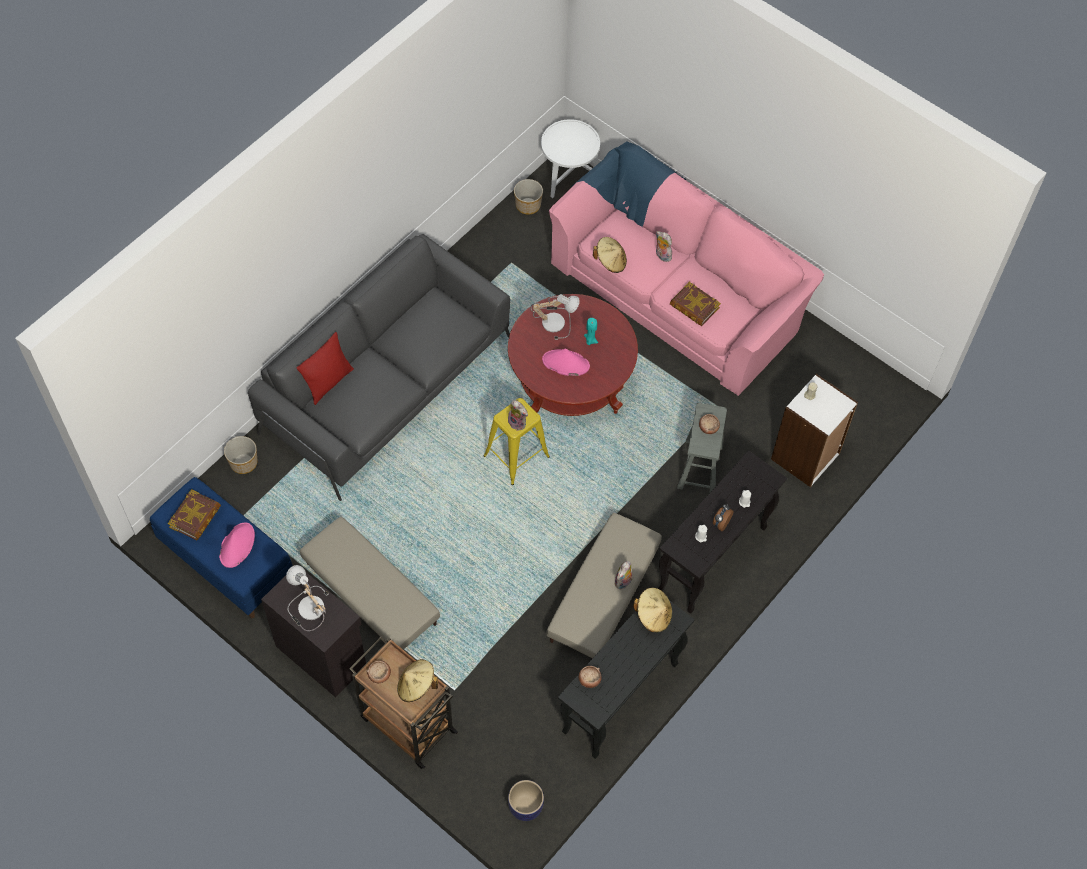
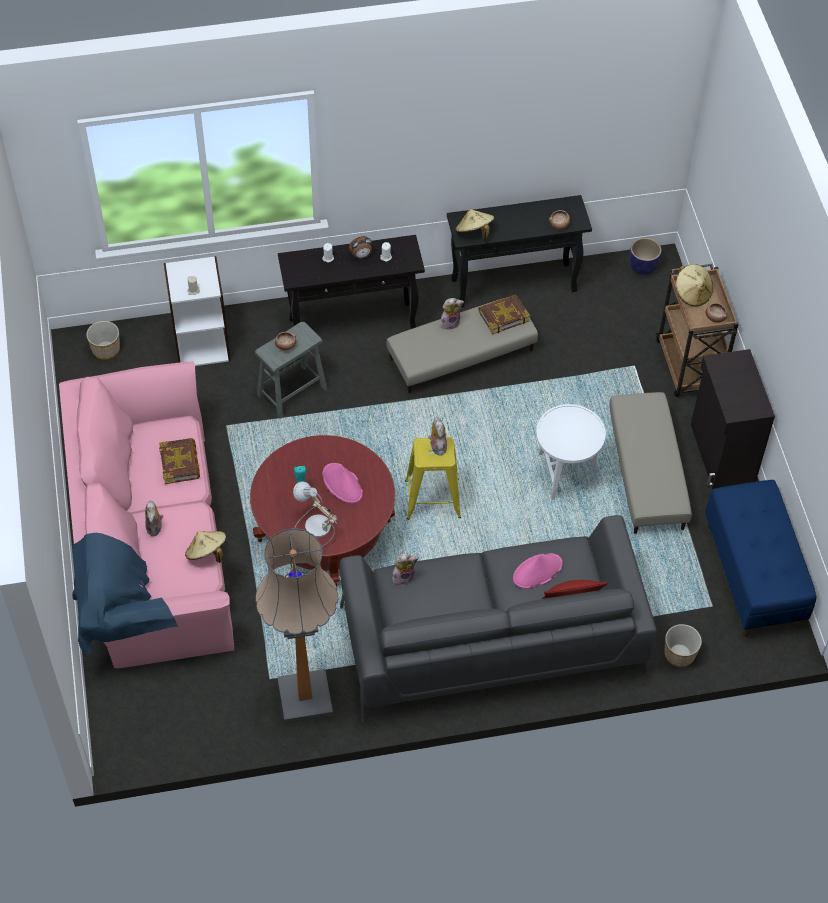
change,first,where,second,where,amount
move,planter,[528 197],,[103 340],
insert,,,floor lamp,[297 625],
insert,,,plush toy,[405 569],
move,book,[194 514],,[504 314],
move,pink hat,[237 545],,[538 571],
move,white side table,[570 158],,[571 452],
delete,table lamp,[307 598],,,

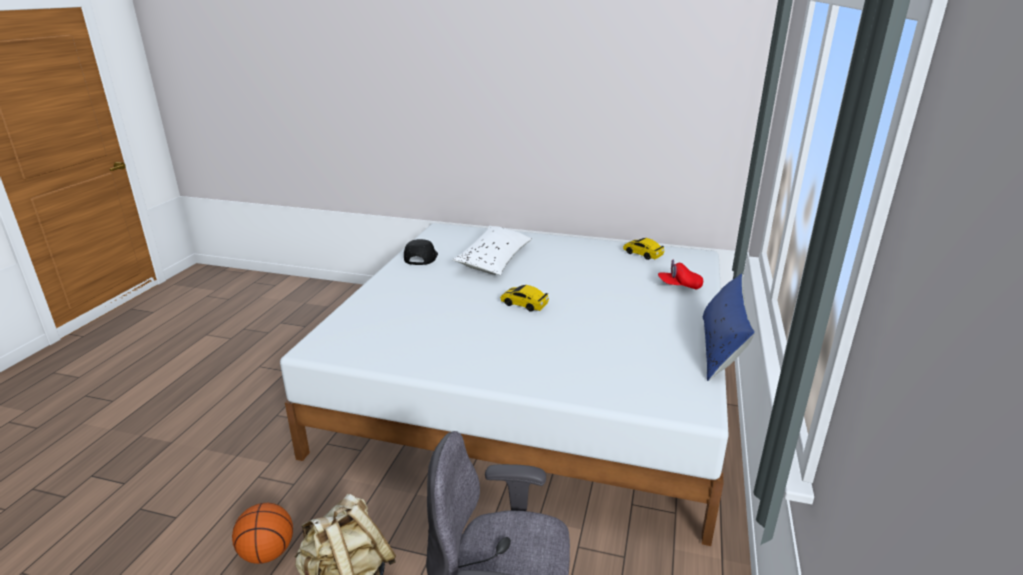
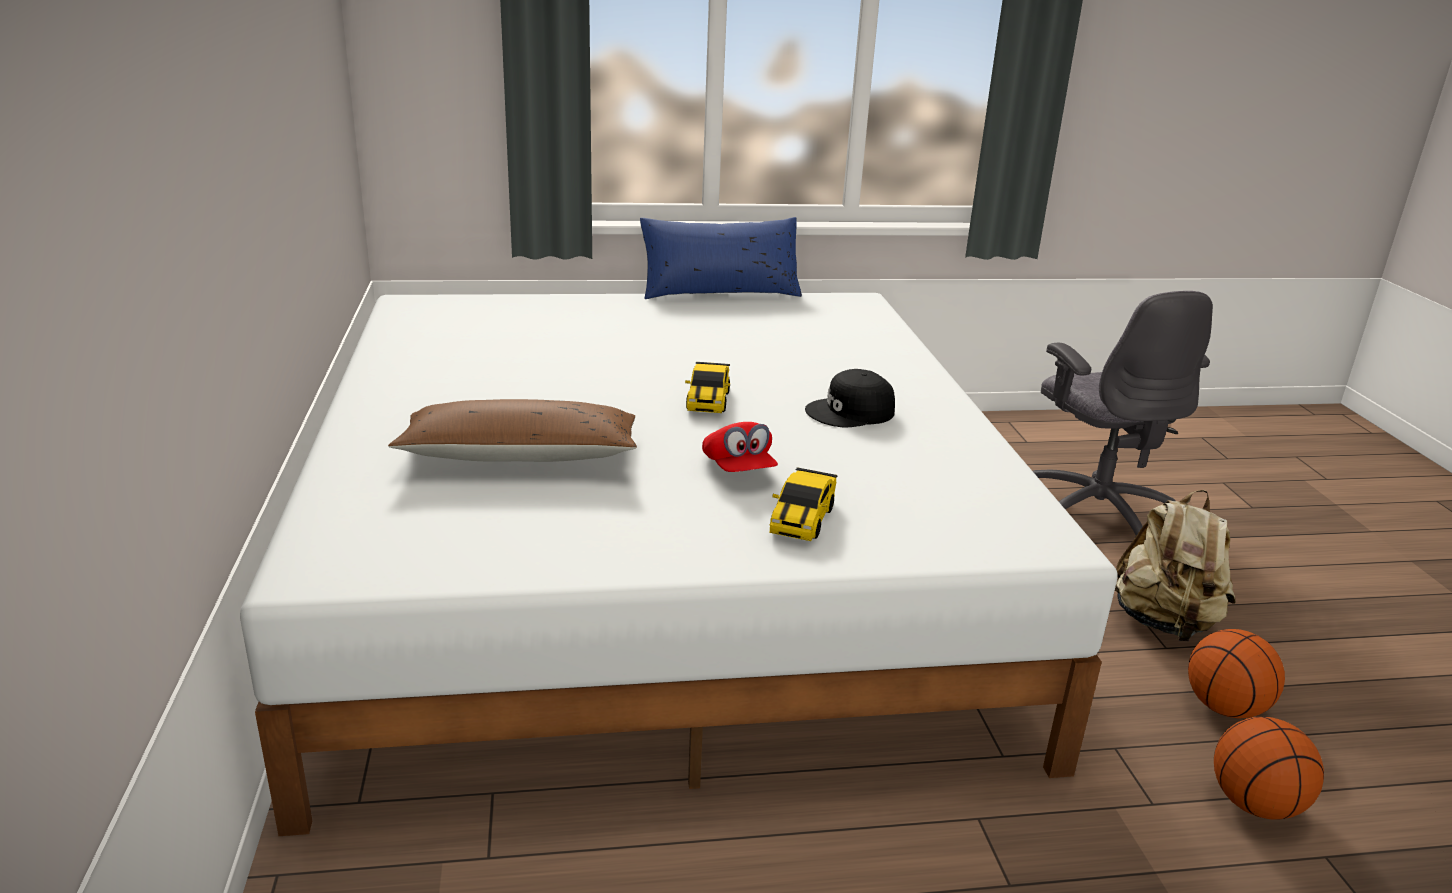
change,first,where,second,where,amount
recolor,white pillow,[492 250],brown pillow,[512 430],
move,red cap,[680 275],,[740 447],
move,toy car,[643 249],,[803 504],
move,black cap,[421 252],,[850 398],
insert,,,basketball,[1269 768],

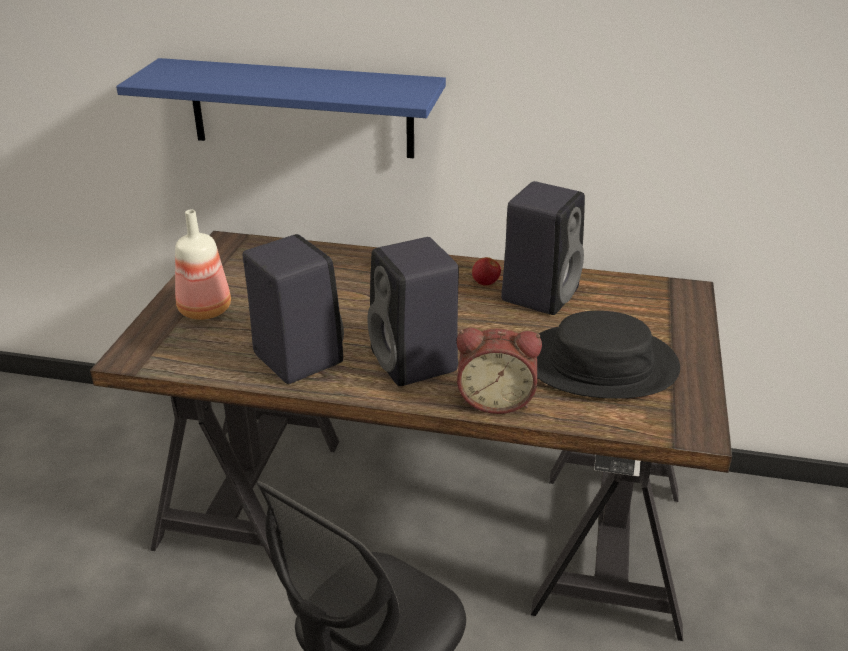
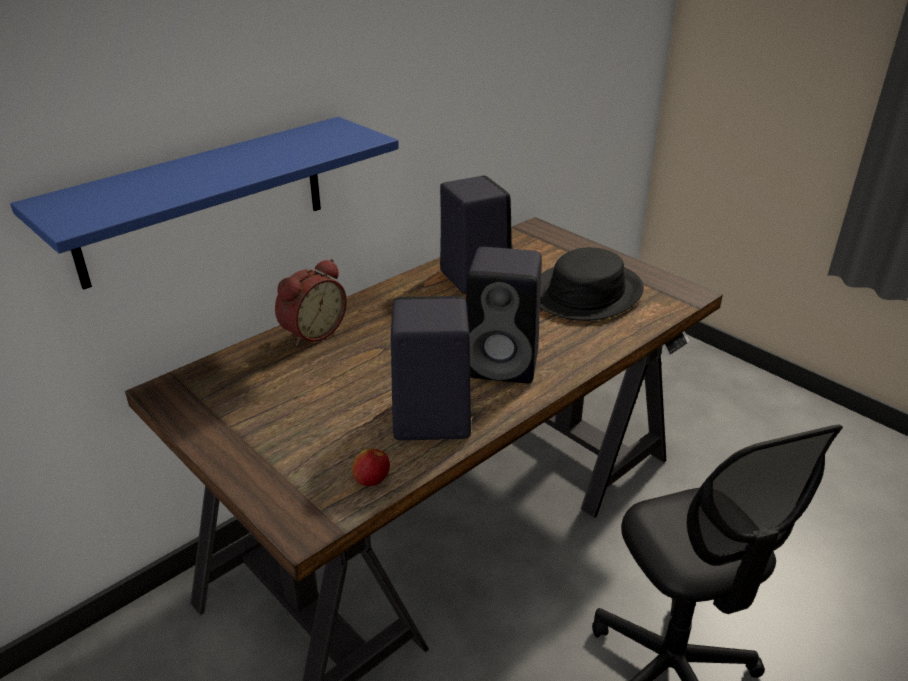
change,first,where,second,where,amount
move,alarm clock,[499 371],,[311 302],
move,apple,[486 271],,[371 467],
delete,bottle,[203 265],,,

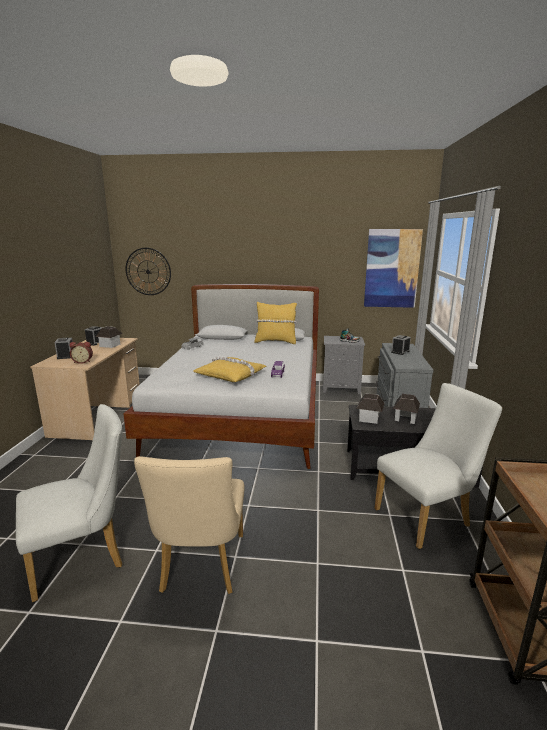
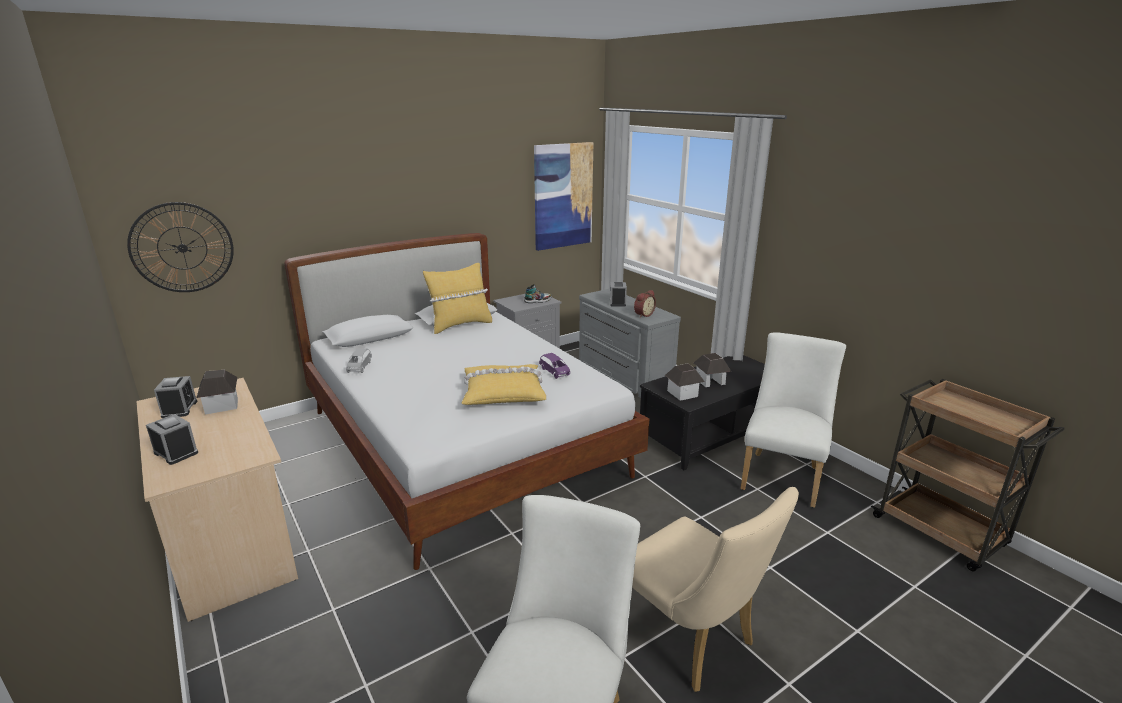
change,first,where,second,where,amount
move,alarm clock,[81 353],,[645 304],

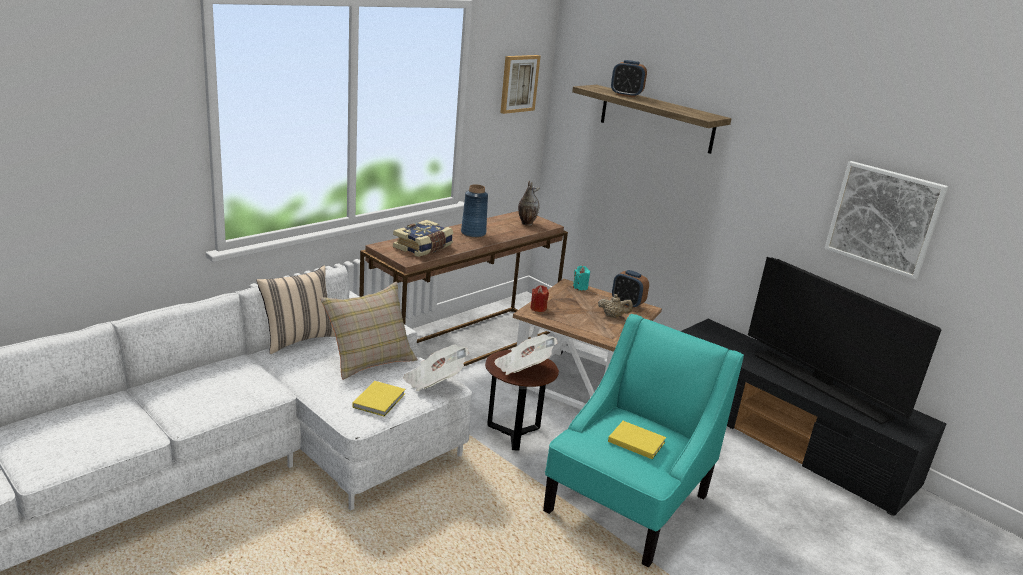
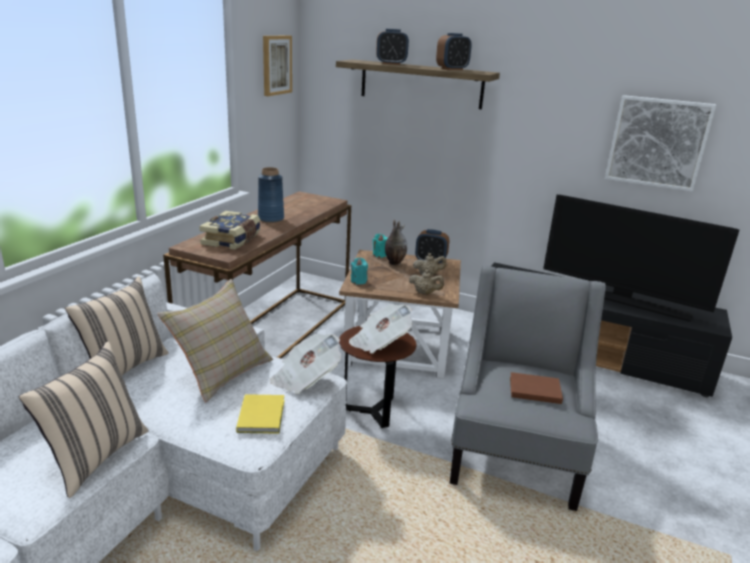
change,first,where,second,where,amount
insert,,,beige pillow,[84 420],
recolor,red candle,[539 298],turquoise candle,[359 271],
move,vase,[529 203],,[396 242],
insert,,,beige teapot,[426 282],
insert,,,alarm clock,[454 51],
recolor,turquoise armchair,[643 440],grey armchair,[528 388],
recolor,yellow book,[637 440],brown book,[536 388],

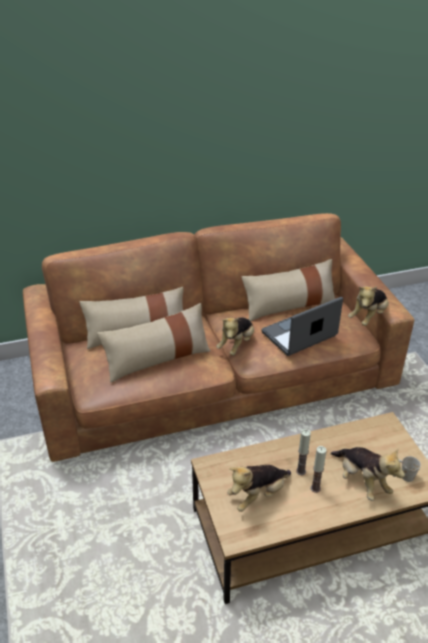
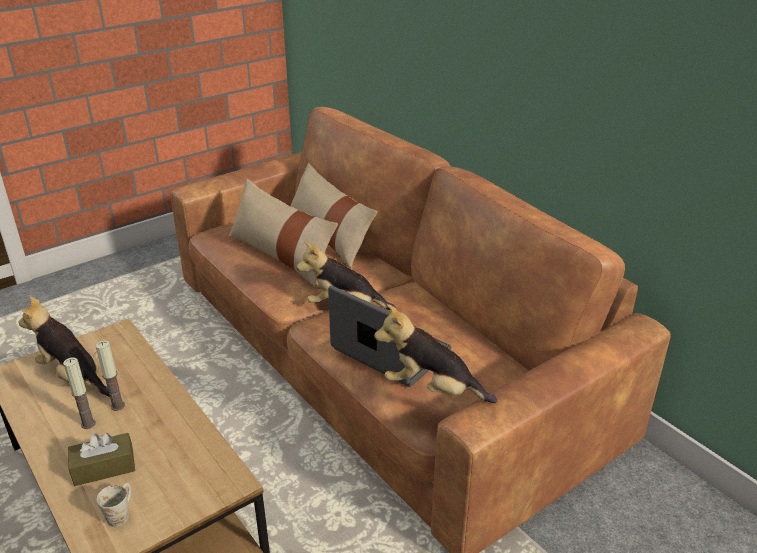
change,first,where,second,where,amount
replace,plush toy,[367 474],brown tissue box,[101 459],
delete,beige pillow,[288 290],,,

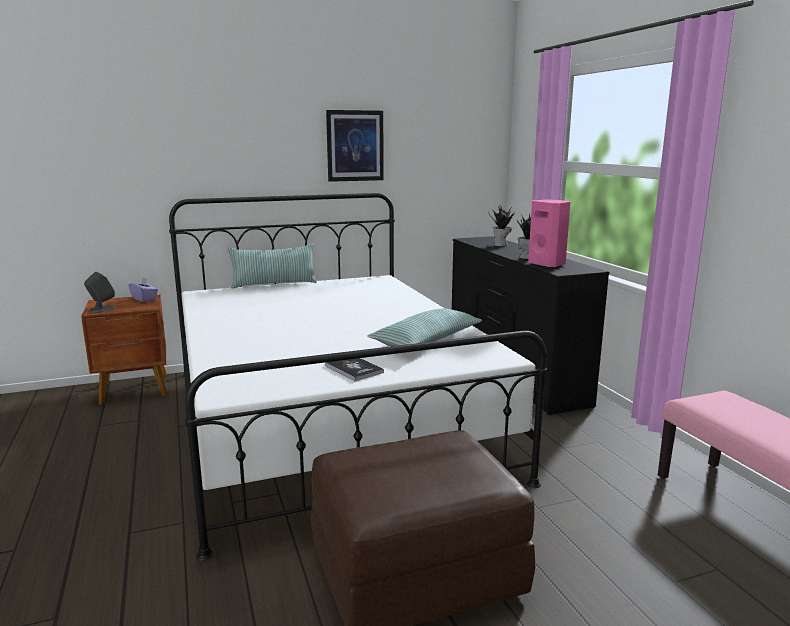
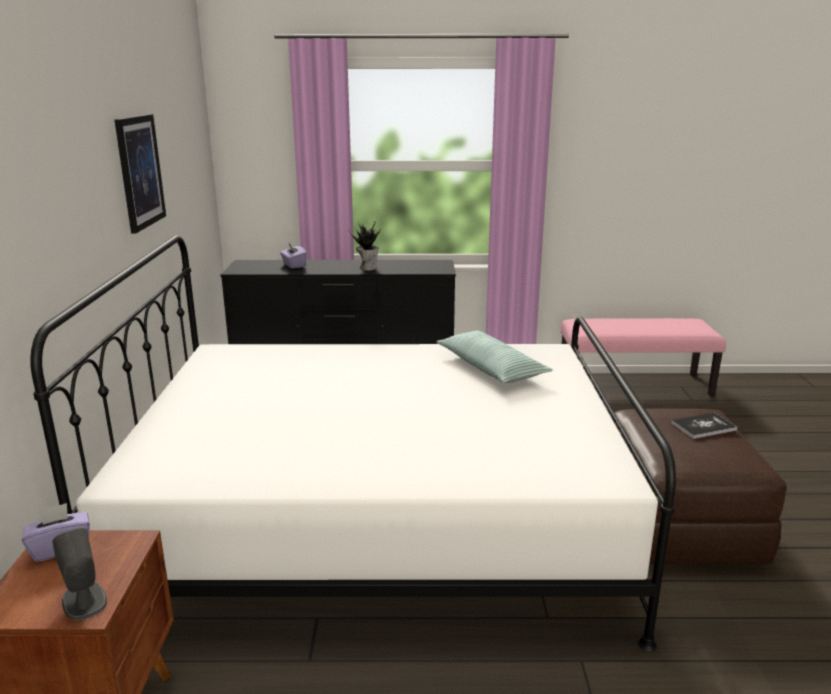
change,first,where,second,where,amount
replace,potted plant,[501 225],purple tissue box,[293 256],
move,book,[354 369],,[704 426],
delete,pillow,[272 266],,,
delete,pink speaker,[549 233],,,

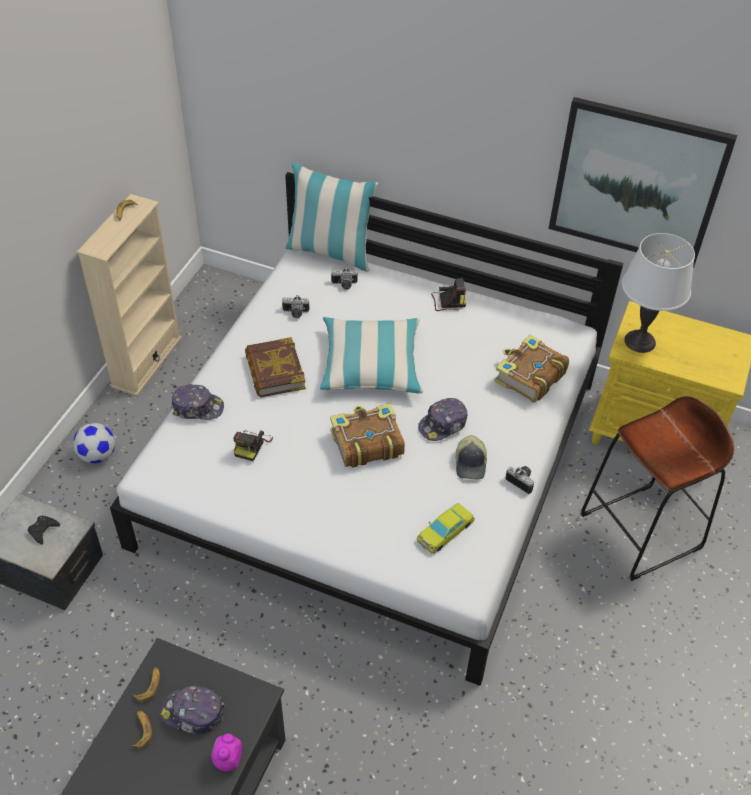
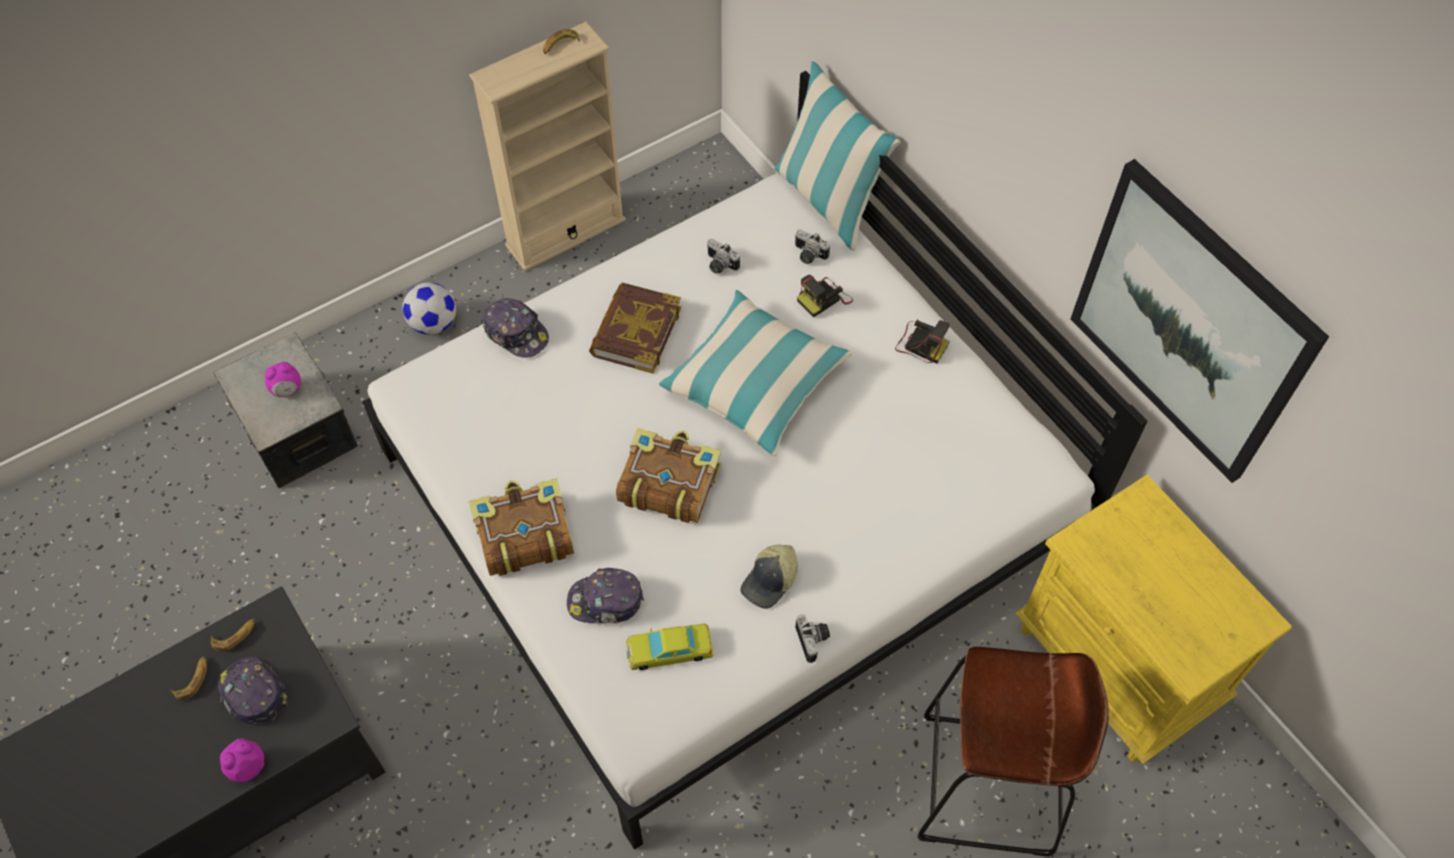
change,first,where,second,where,amount
replace,black game controller,[44 530],alarm clock,[283 379],
move,book,[531 368],,[521 527],
move,cap,[442 419],,[605 596],
move,photo camera,[253 445],,[825 296],
delete,white table lamp,[658 293],,,

